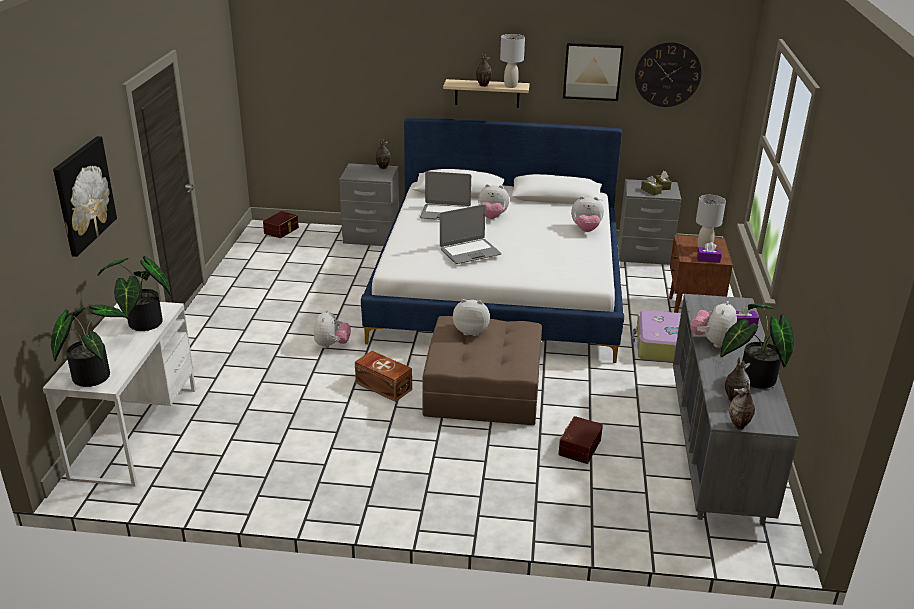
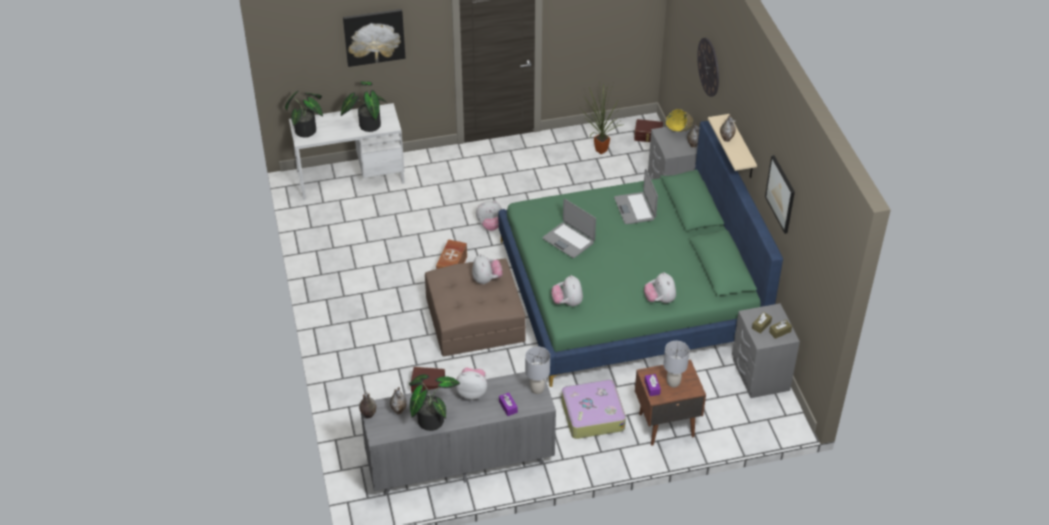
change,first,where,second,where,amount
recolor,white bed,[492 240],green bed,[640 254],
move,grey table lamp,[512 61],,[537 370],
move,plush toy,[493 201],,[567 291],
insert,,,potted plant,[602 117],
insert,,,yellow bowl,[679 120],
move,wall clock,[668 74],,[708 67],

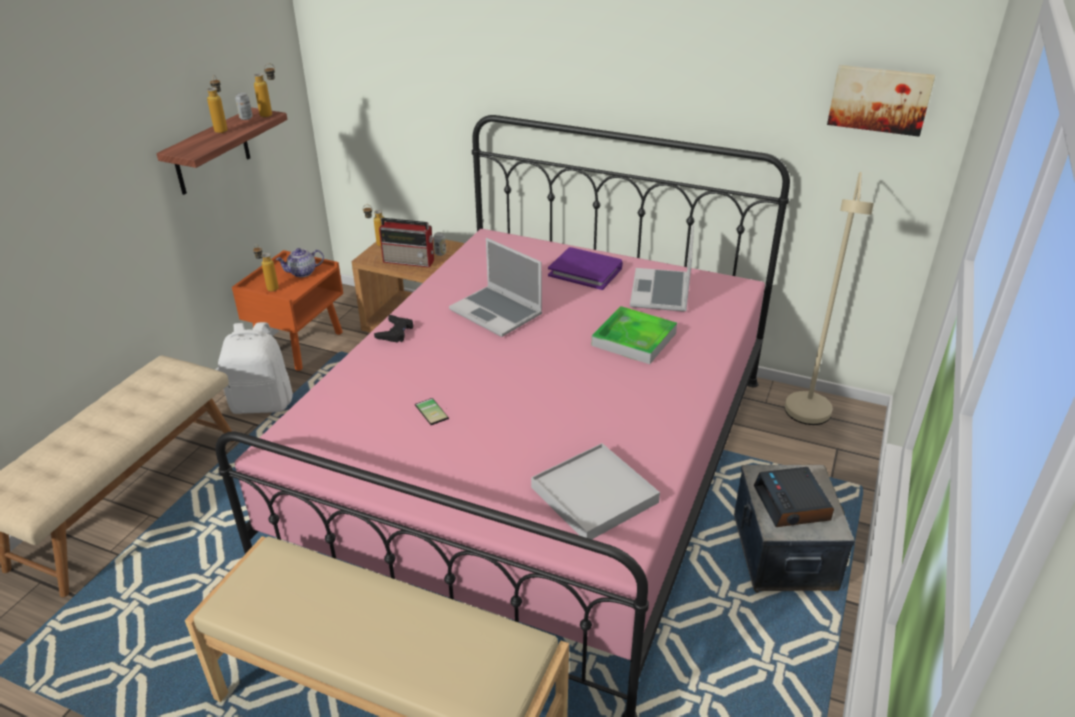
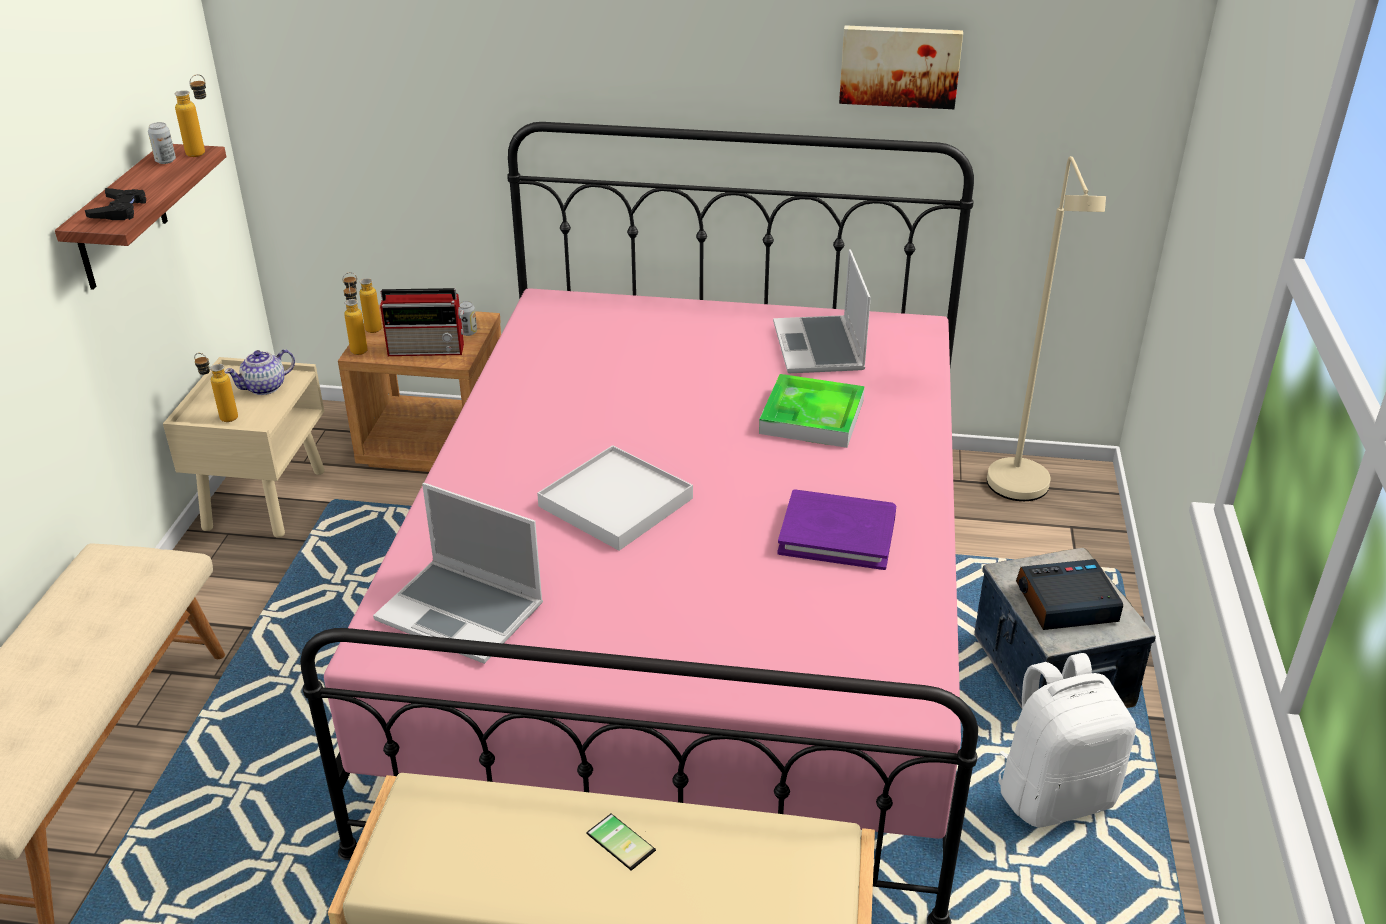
change,first,where,second,where,amount
move,black game controller,[393 329],,[115 204],
recolor,orange nightstand,[287 310],beige nightstand,[244 447],
move,bottle,[217 104],,[356 319],
move,laptop,[495 287],,[458 573],
move,white tray,[595 491],,[615 498],
move,phone,[432 411],,[621 842],
move,purple book,[585 268],,[836 529],
move,picture,[881 101],,[901 67],
move,white backpack,[255 368],,[1067 740],
rotate,alarm clock,[794 497],,[1069 594],105 degrees clockwise

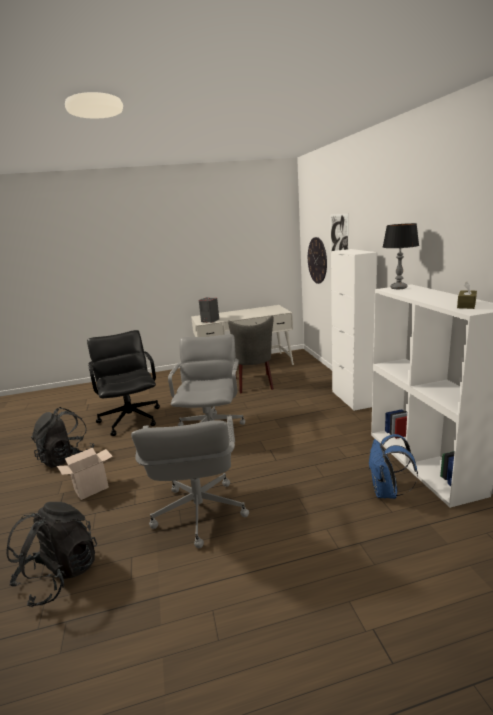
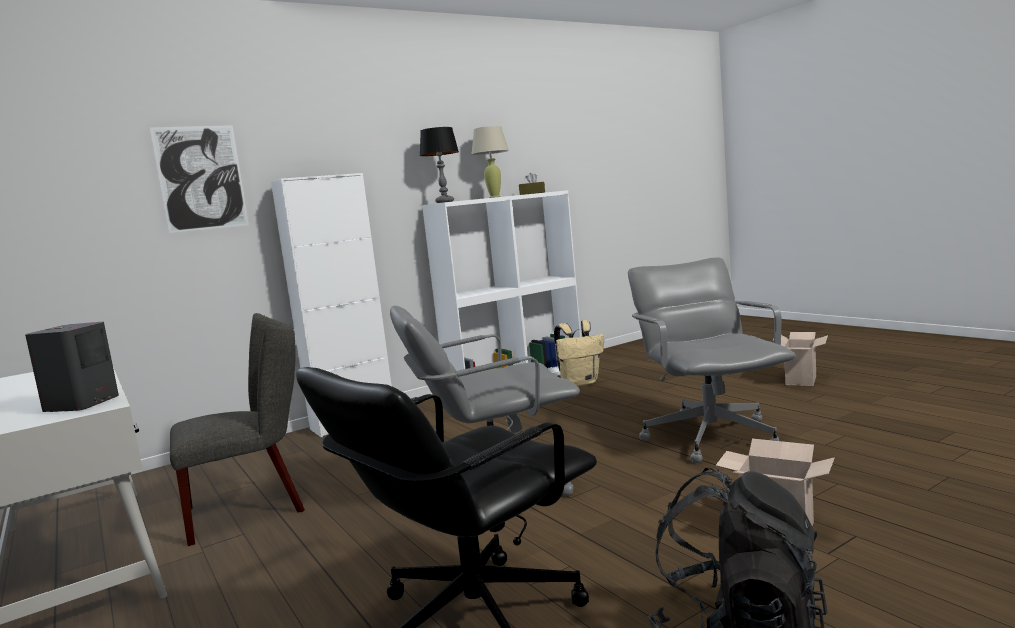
change,first,where,second,where,amount
insert,,,beige table lamp,[490 162],
recolor,blue backpack,[393 466],beige backpack,[579 353],
rotate,grey office chair,[190 482],,[712 360],75 degrees counterclockwise
insert,,,cardboard box,[800 359],
delete,black backpack,[51 554],,,
delete,wall clock,[317 260],,,

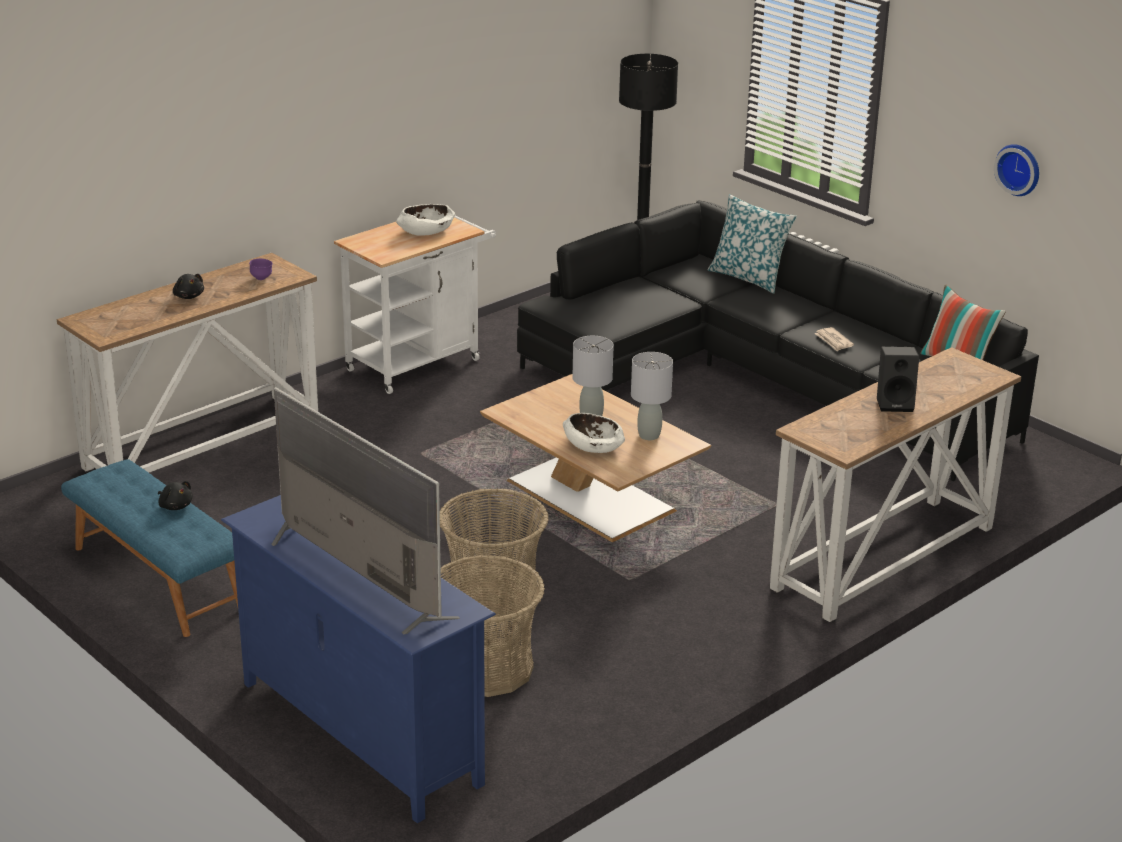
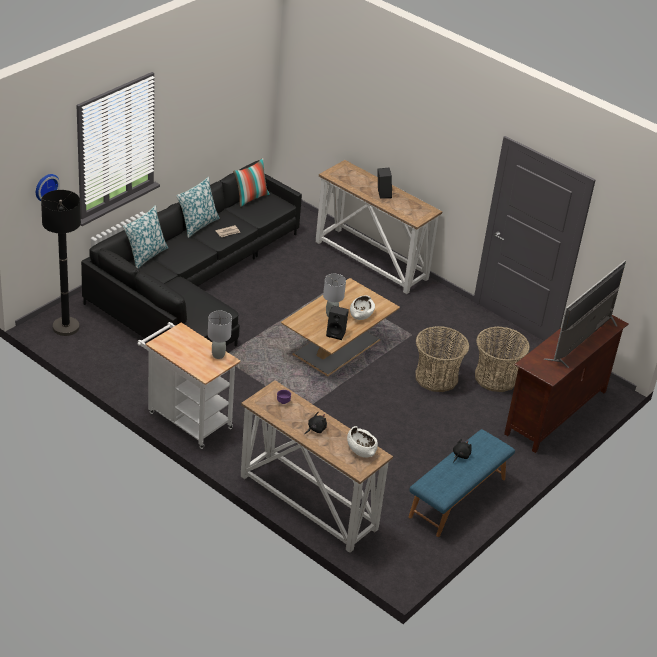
change,first,where,second,where,amount
move,wall clock,[1016 170],,[48 187],
insert,,,pillow,[198 207],
move,grey table lamp,[652 396],,[220 335],
insert,,,black speaker,[337 323],
move,white bowl,[425 220],,[362 442],
recolor,blue tv stand,[358 659],brown tv stand,[566 384],

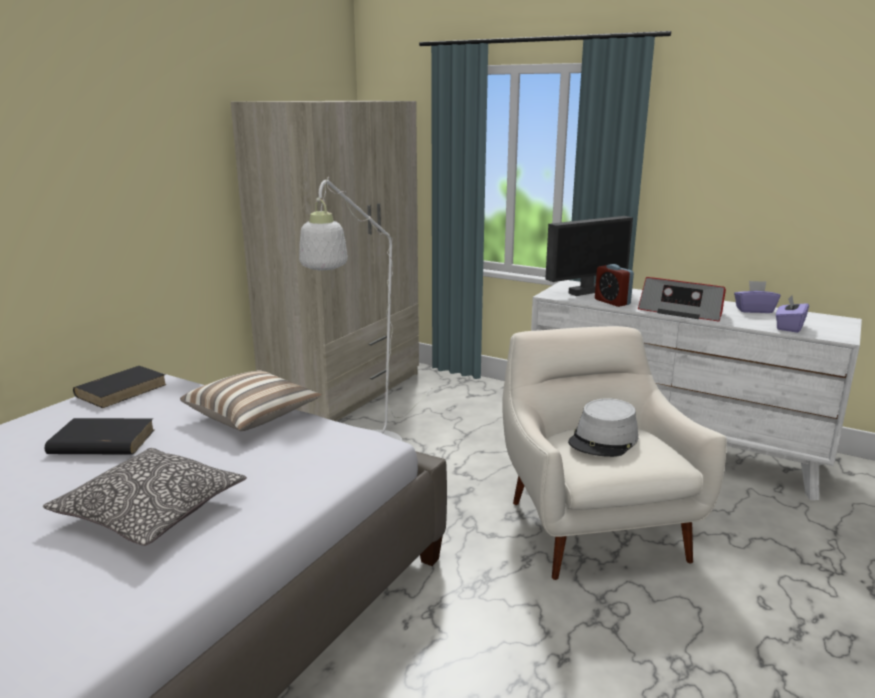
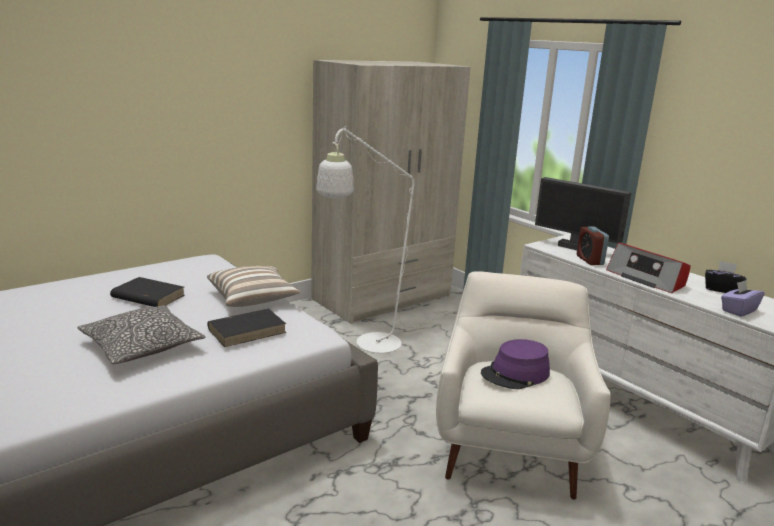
change,first,where,second,where,amount
move,black book,[120 387],,[246 328],
recolor,grey hat,[603 427],purple hat,[515 364],
rotate,monitor,[589 256],,[583 213],45 degrees clockwise
recolor,purple tissue box,[757 297],black tissue box,[725 277],

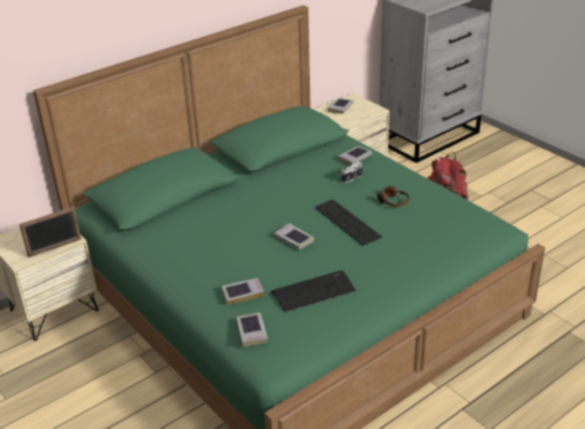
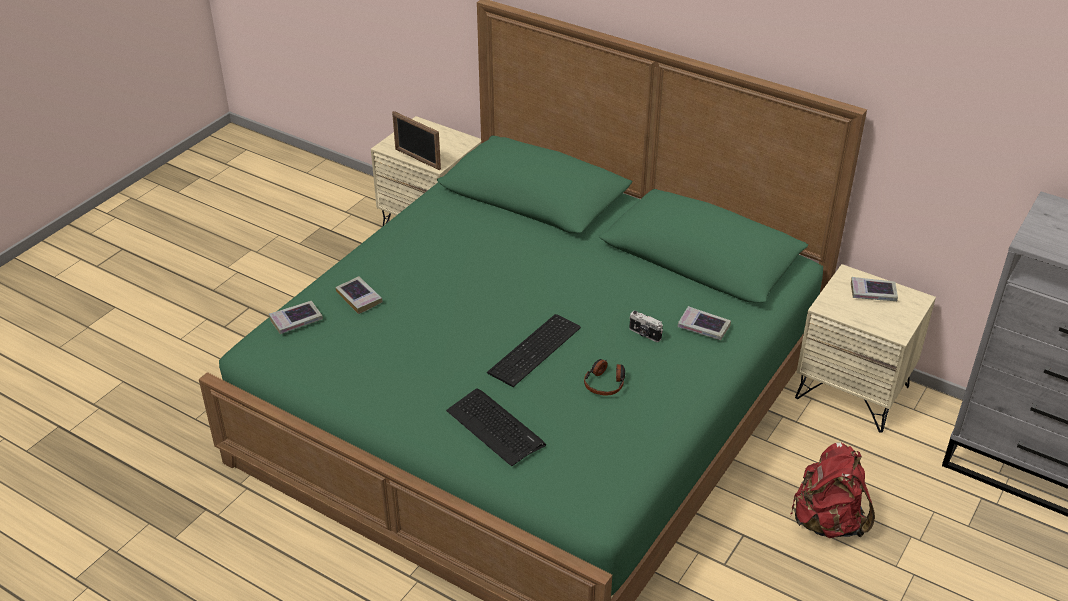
change,first,where,second,where,amount
move,keyboard,[313 291],,[496 427],
delete,book,[294 236],,,

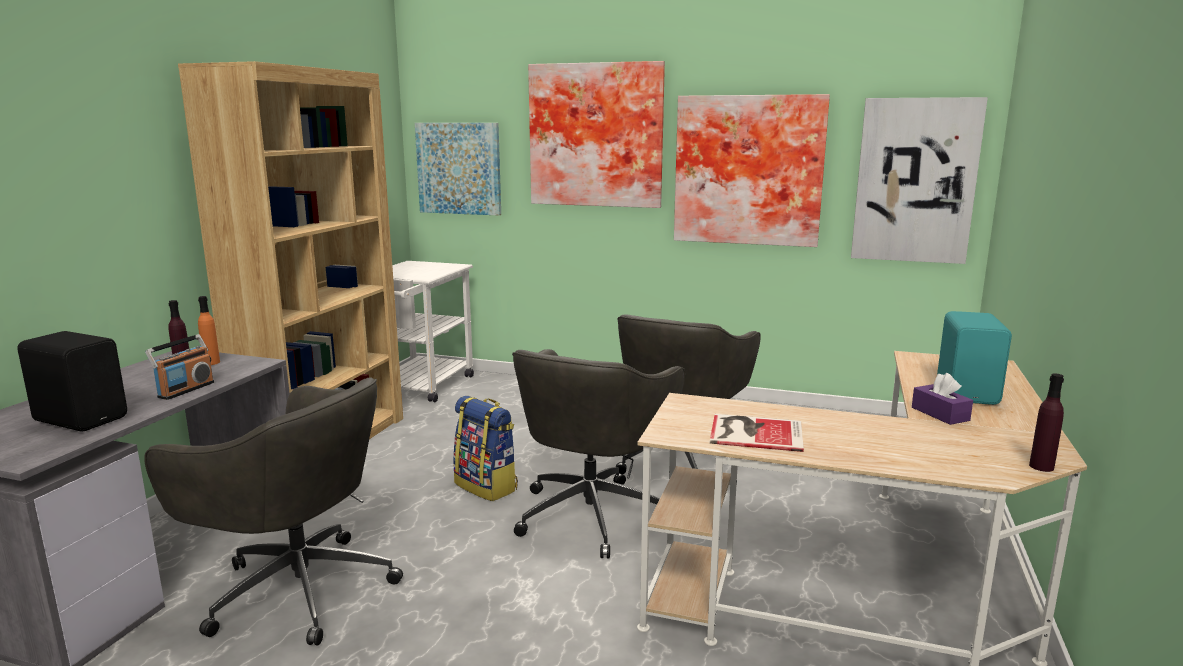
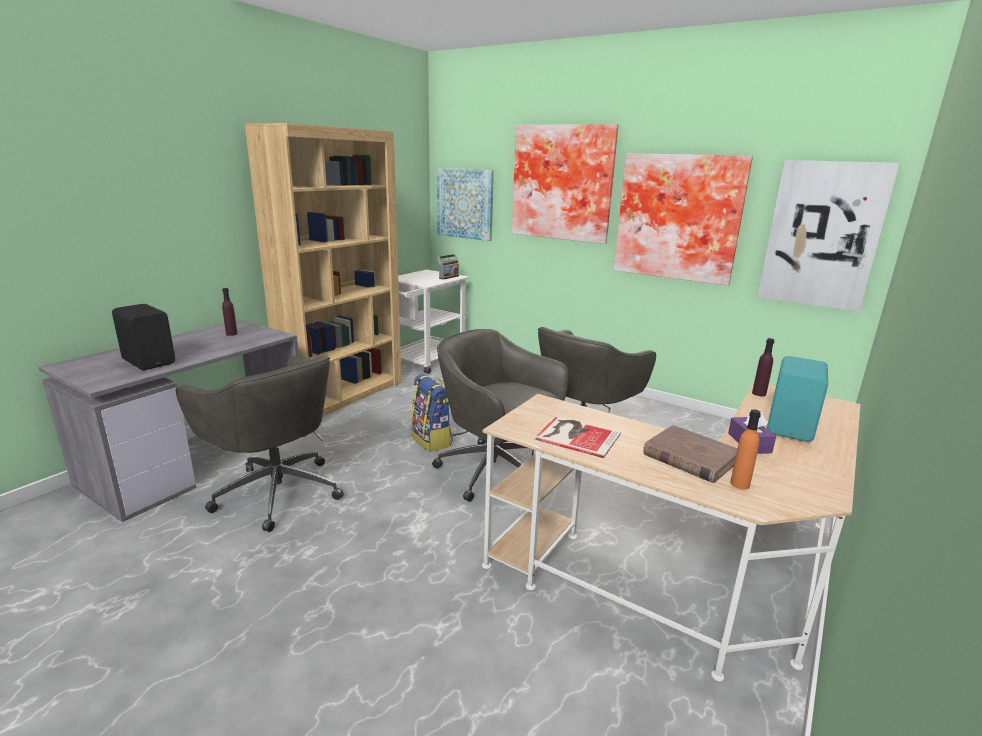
change,first,where,second,where,amount
rotate,grey office chair,[598 454],,[500 415],90 degrees clockwise
move,radio,[179 367],,[448 266],
insert,,,brown book,[690 454],
move,orange bottle,[209 330],,[745 449],
move,purple bottle,[1046 422],,[763 367],

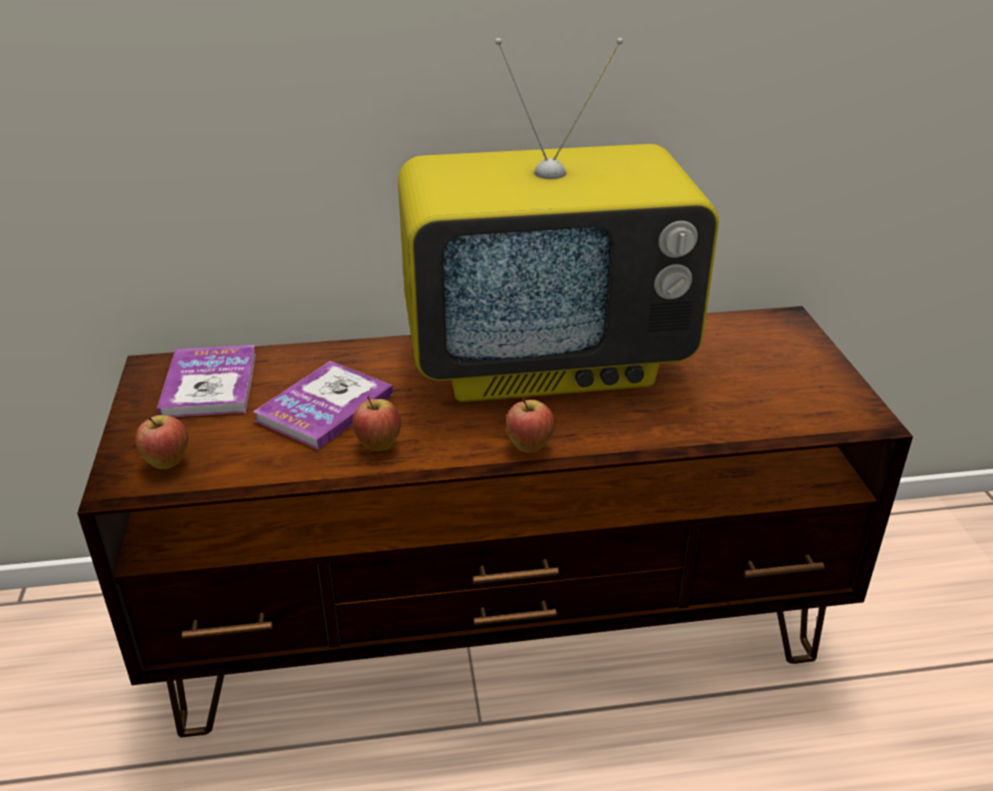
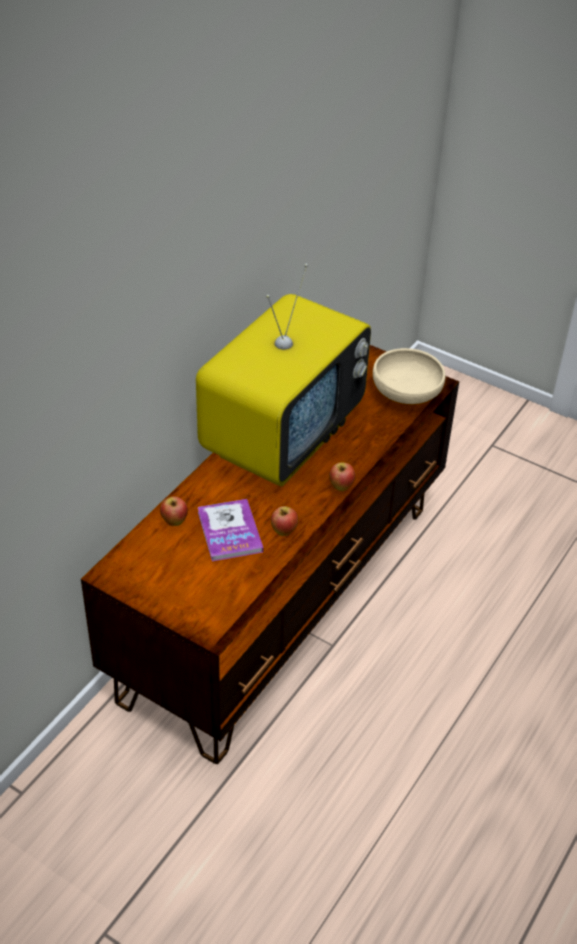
change,first,where,second,where,amount
move,apple,[161 442],,[174 511],
insert,,,beige bowl,[409 376],
delete,book,[206 381],,,

